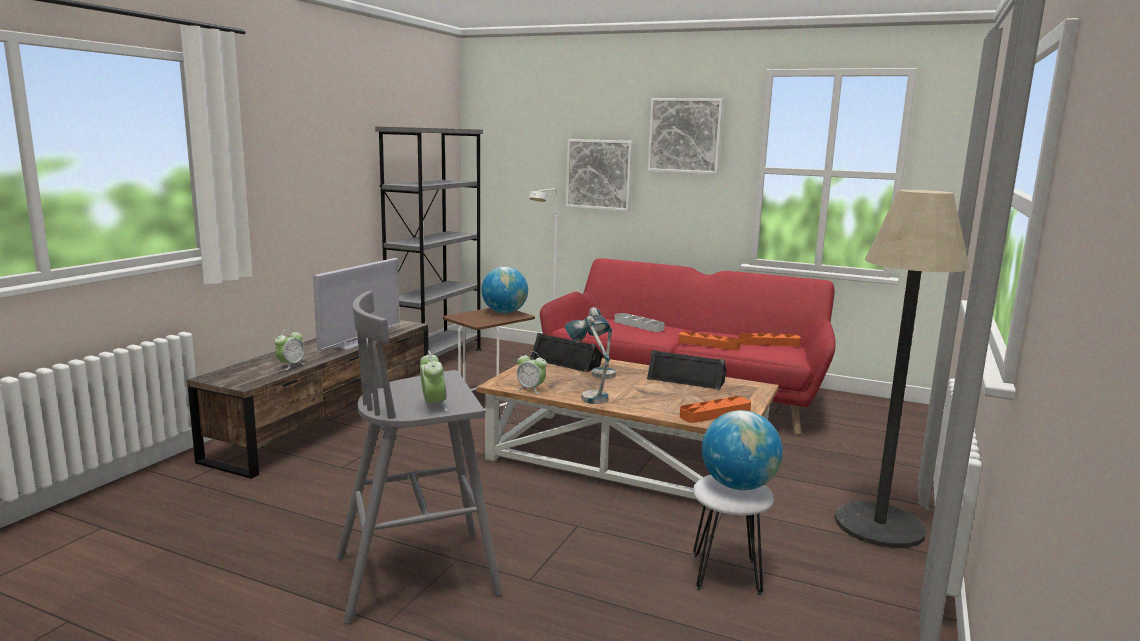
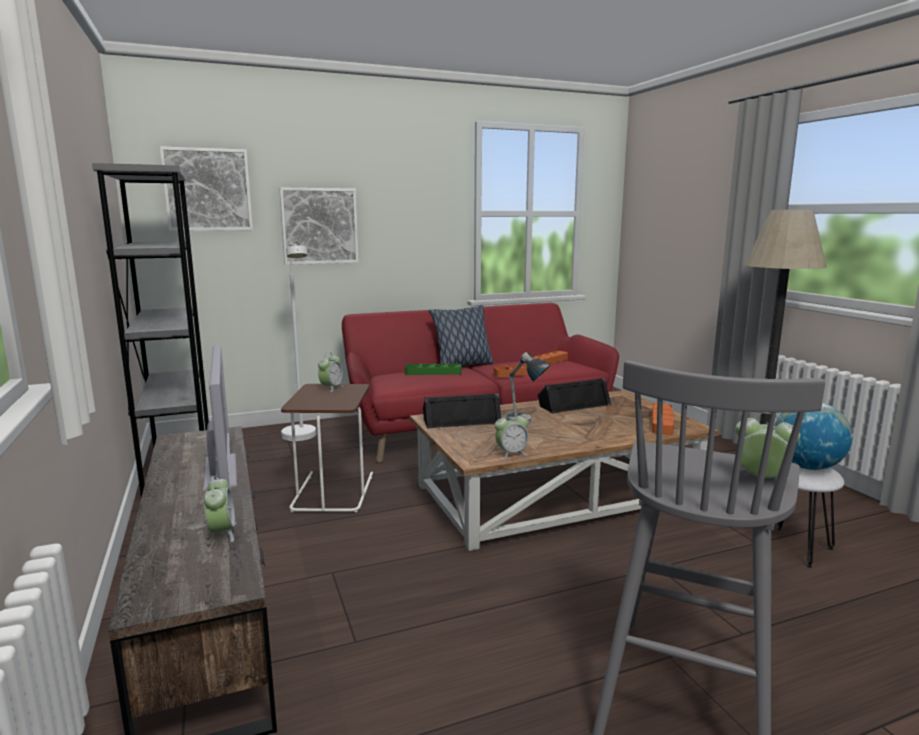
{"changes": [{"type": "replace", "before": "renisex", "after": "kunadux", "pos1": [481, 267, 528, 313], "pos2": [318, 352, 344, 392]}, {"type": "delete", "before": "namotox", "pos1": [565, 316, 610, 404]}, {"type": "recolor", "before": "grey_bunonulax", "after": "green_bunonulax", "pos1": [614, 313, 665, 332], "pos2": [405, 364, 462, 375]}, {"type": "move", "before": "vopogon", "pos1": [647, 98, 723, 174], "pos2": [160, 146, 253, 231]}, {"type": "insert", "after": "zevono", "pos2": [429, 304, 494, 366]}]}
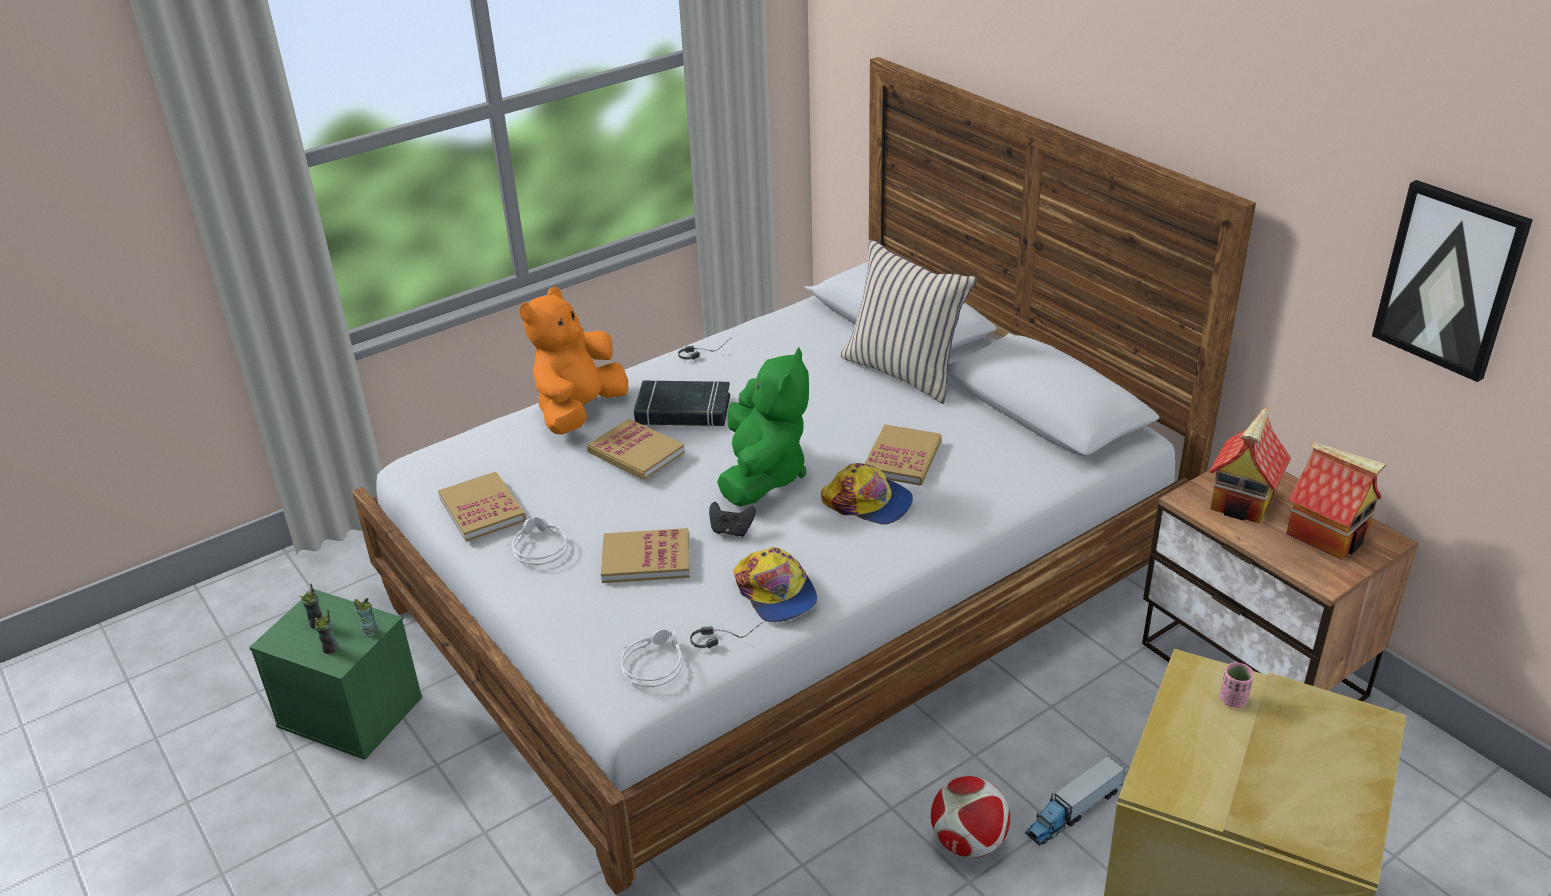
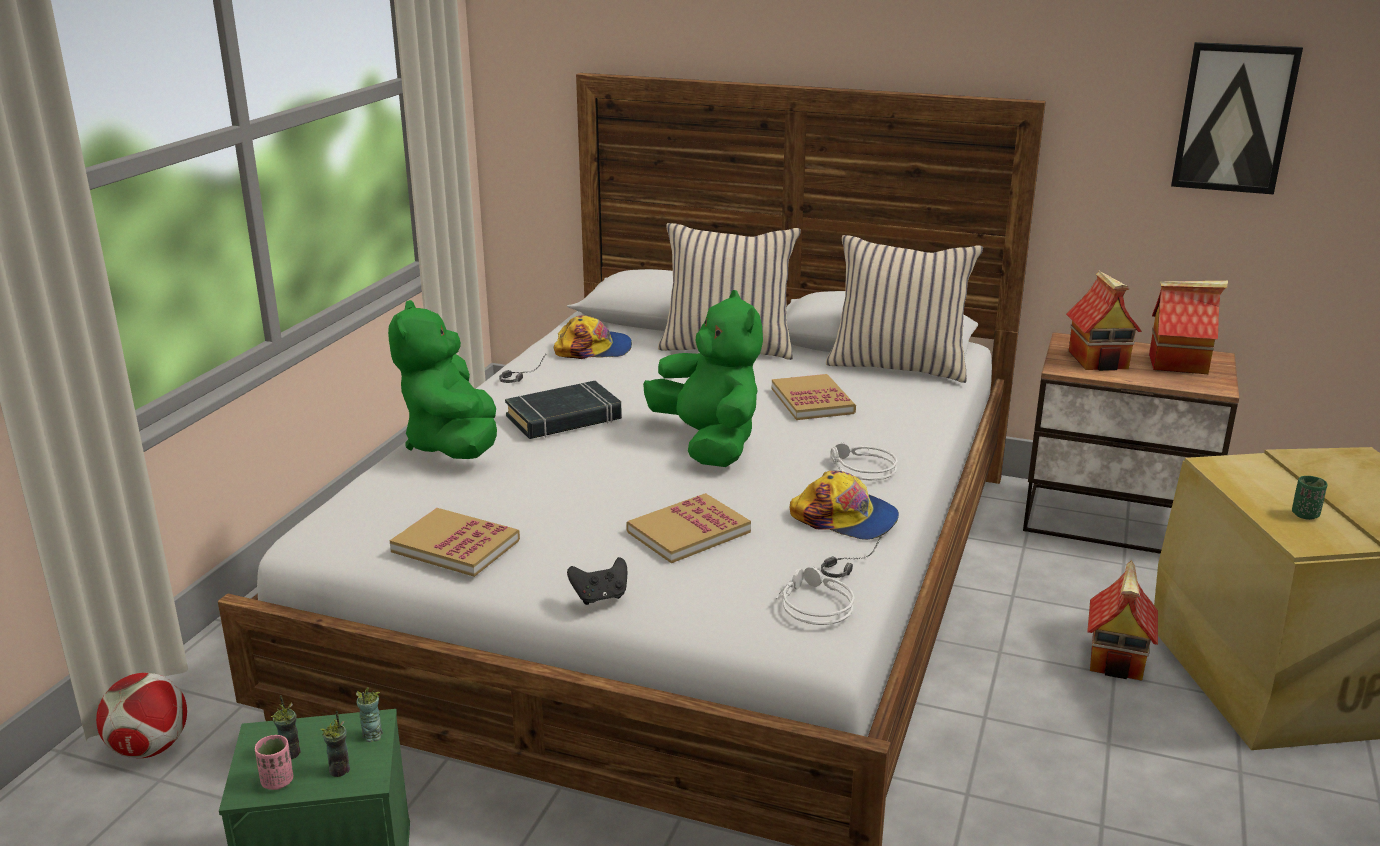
{"changes": [{"type": "move", "before": "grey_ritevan", "pos1": [507, 516, 568, 565], "pos2": [830, 442, 897, 480]}, {"type": "recolor", "before": "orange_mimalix", "after": "green_mimalix", "pos1": [519, 287, 628, 435], "pos2": [388, 300, 497, 459]}, {"type": "delete", "before": "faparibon", "pos1": [587, 419, 685, 480]}, {"type": "move", "before": "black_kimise", "pos1": [709, 502, 756, 537], "pos2": [567, 557, 627, 605]}, {"type": "move", "before": "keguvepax", "pos1": [821, 463, 913, 525], "pos2": [554, 315, 632, 359]}, {"type": "move", "before": "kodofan", "pos1": [931, 776, 1010, 858], "pos2": [96, 673, 187, 758]}, {"type": "replace", "before": "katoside", "after": "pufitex", "pos1": [1025, 755, 1126, 846], "pos2": [1087, 560, 1158, 681]}, {"type": "move", "before": "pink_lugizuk", "pos1": [1220, 662, 1254, 708], "pos2": [255, 735, 293, 790]}, {"type": "insert", "after": "beige_zevono", "pos2": [826, 235, 983, 383]}, {"type": "insert", "after": "green_lugizuk", "pos2": [1292, 476, 1328, 520]}]}
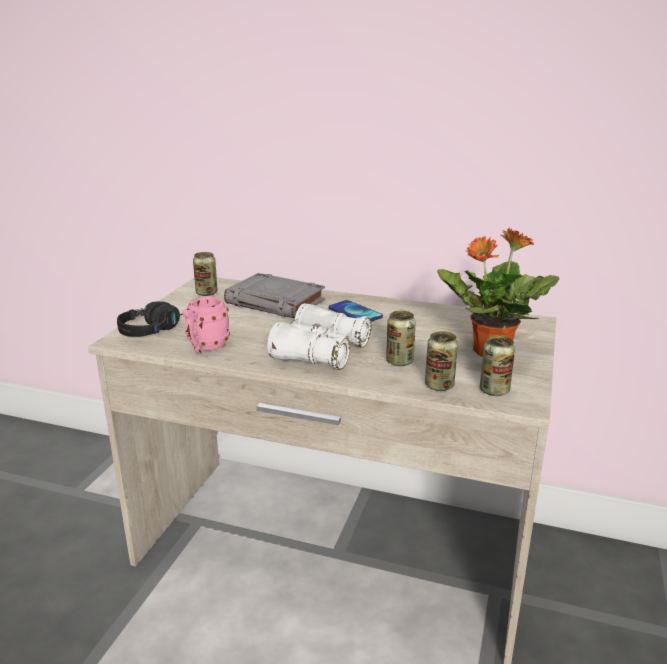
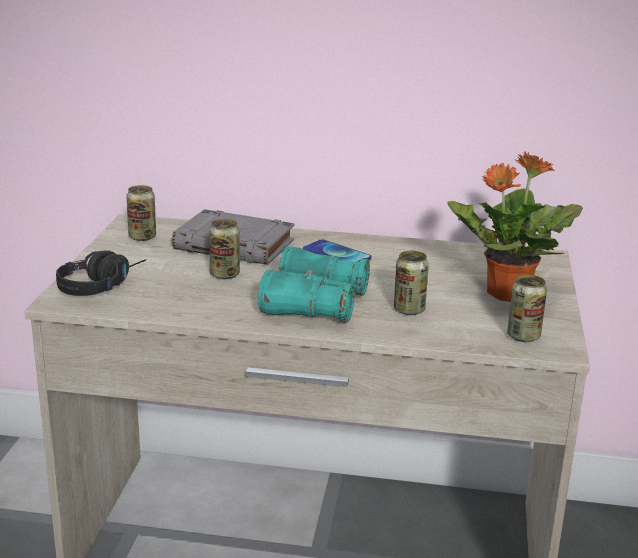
{"changes": [{"type": "delete", "before": "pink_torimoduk", "pos1": [183, 297, 230, 353]}, {"type": "recolor", "before": "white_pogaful", "after": "turquoise_pogaful", "pos1": [267, 303, 371, 370], "pos2": [258, 246, 370, 323]}, {"type": "move", "before": "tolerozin", "pos1": [425, 331, 458, 391], "pos2": [209, 219, 240, 279]}]}
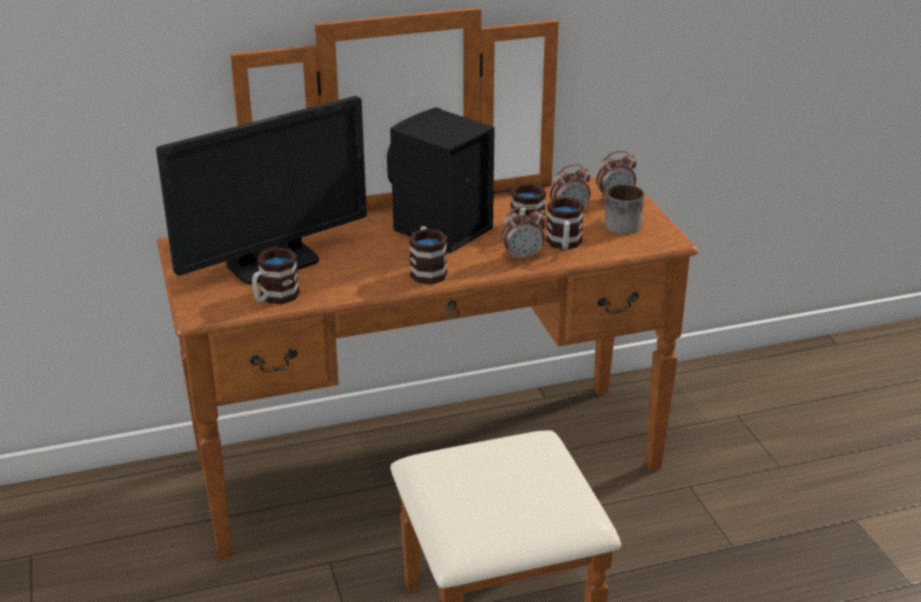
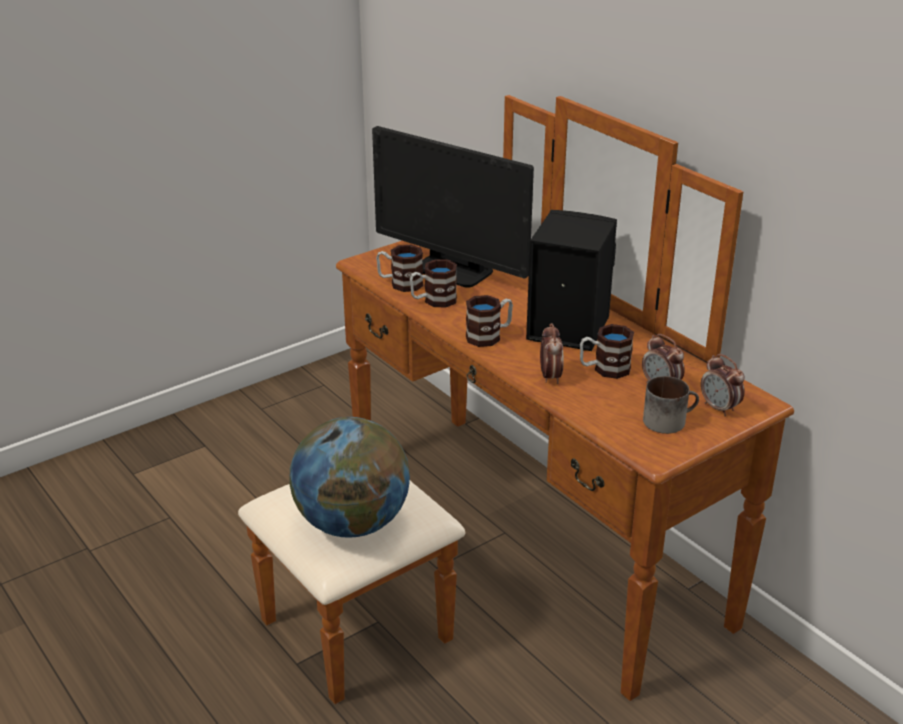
{"changes": [{"type": "rotate", "before": "kunadux", "pos1": [502, 206, 545, 261], "pos2": [540, 323, 564, 384], "turn": -150}, {"type": "move", "before": "torimoduk", "pos1": [546, 197, 584, 250], "pos2": [410, 259, 457, 308]}, {"type": "insert", "after": "renisex", "pos2": [290, 417, 410, 538]}]}
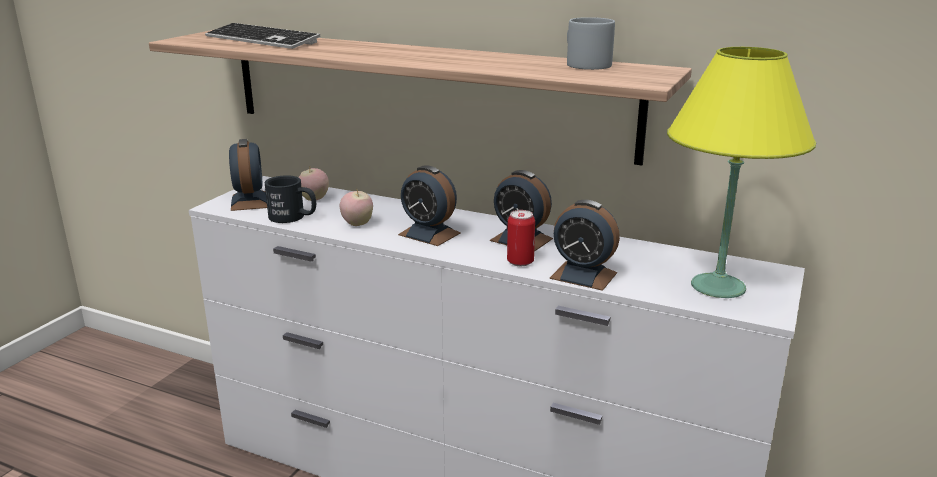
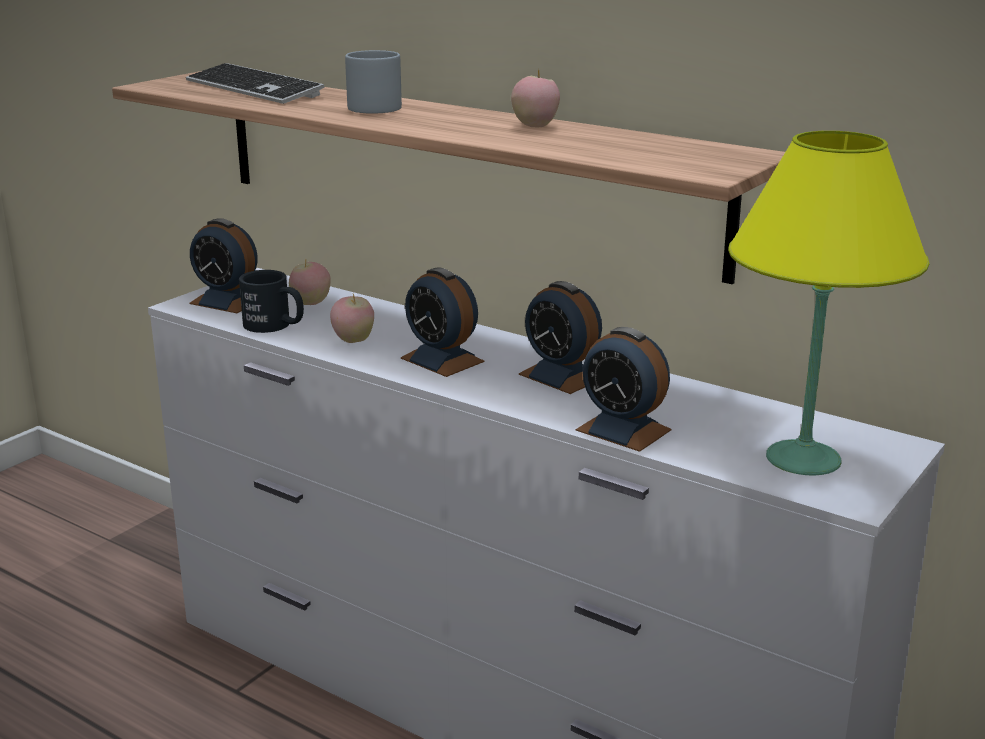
{"changes": [{"type": "rotate", "before": "kunadux", "pos1": [229, 139, 267, 211], "pos2": [189, 218, 258, 313], "turn": 120}, {"type": "delete", "before": "tolerozin", "pos1": [507, 210, 535, 266]}, {"type": "move", "before": "grey_torimoduk", "pos1": [567, 17, 615, 70], "pos2": [345, 50, 402, 114]}, {"type": "insert", "after": "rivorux", "pos2": [511, 69, 560, 127]}]}
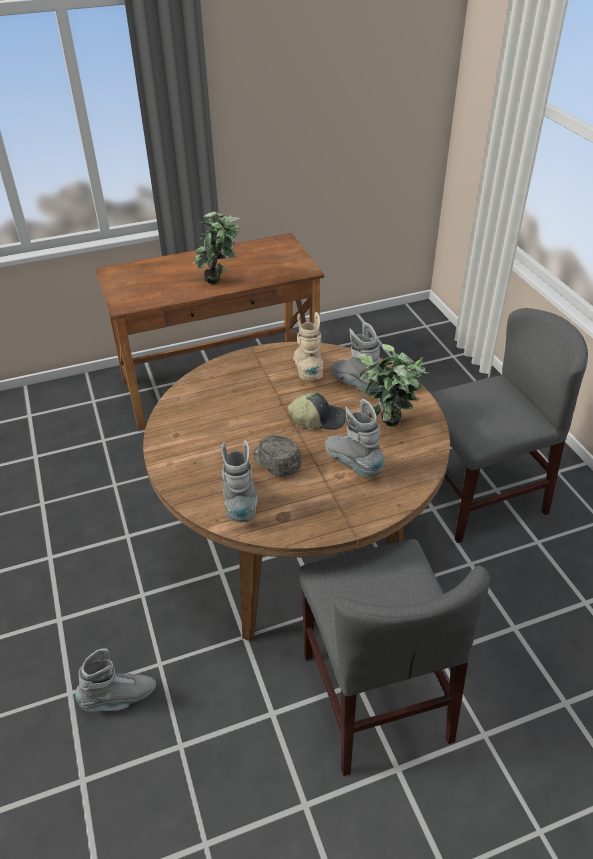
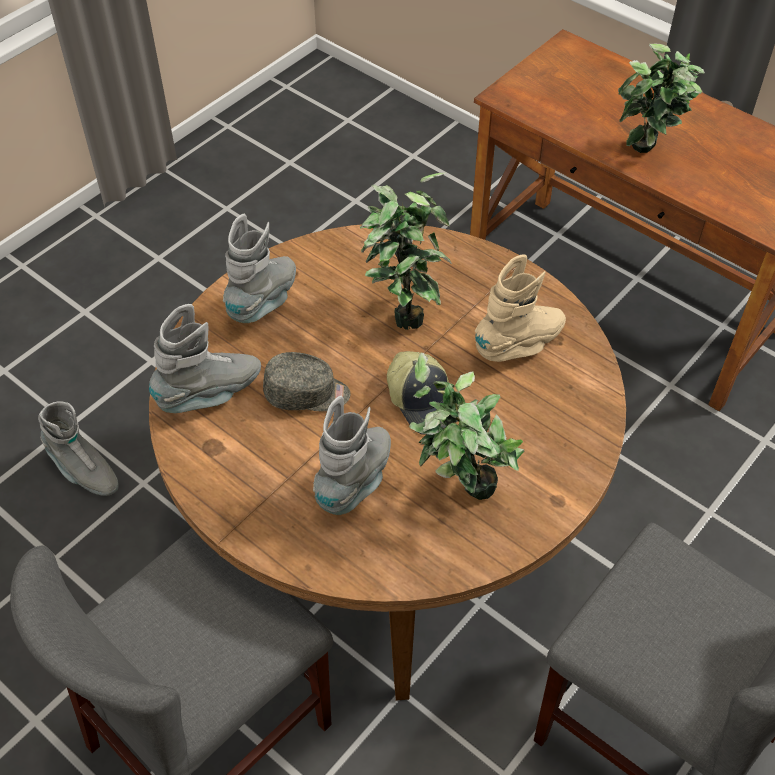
{"changes": [{"type": "rotate", "before": "grey_keguvepax", "pos1": [253, 435, 301, 476], "pos2": [263, 352, 350, 411], "turn": 75}, {"type": "move", "before": "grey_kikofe", "pos1": [331, 322, 381, 392], "pos2": [223, 214, 296, 323]}, {"type": "insert", "after": "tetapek", "pos2": [360, 172, 452, 330]}]}
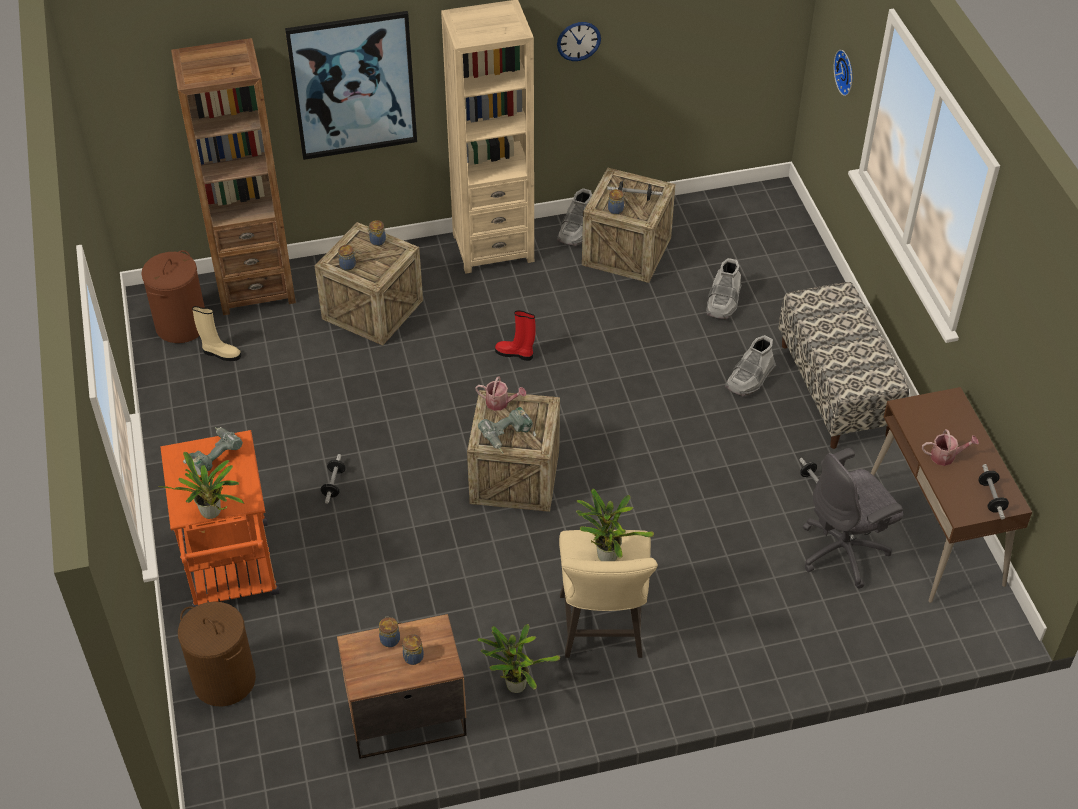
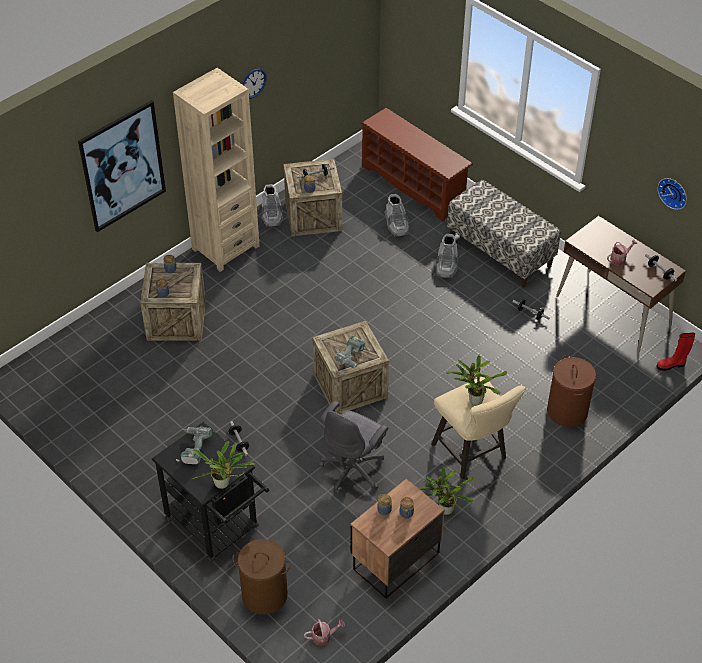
{"changes": [{"type": "move", "before": "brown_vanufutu", "pos1": [141, 250, 205, 343], "pos2": [547, 355, 596, 427]}, {"type": "recolor", "before": "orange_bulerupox", "after": "black_bulerupox", "pos1": [160, 430, 280, 607], "pos2": [152, 422, 269, 563]}, {"type": "delete", "before": "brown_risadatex", "pos1": [171, 38, 296, 315]}, {"type": "delete", "before": "beige_kikofe", "pos1": [192, 306, 241, 361]}, {"type": "move", "before": "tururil", "pos1": [475, 376, 526, 411], "pos2": [304, 619, 345, 646]}, {"type": "move", "before": "red_kikofe", "pos1": [495, 310, 536, 361], "pos2": [656, 333, 695, 371]}, {"type": "move", "before": "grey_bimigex", "pos1": [803, 448, 903, 588], "pos2": [319, 401, 388, 495]}, {"type": "move", "before": "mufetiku", "pos1": [834, 50, 852, 96], "pos2": [657, 178, 687, 210]}, {"type": "insert", "after": "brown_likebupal", "pos2": [361, 108, 473, 222]}]}
